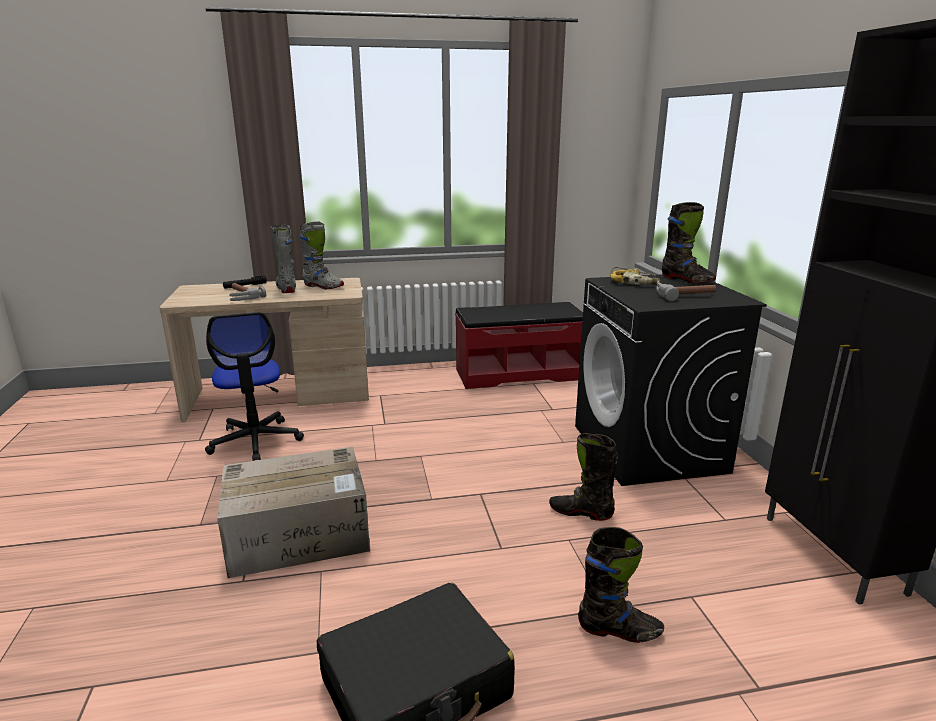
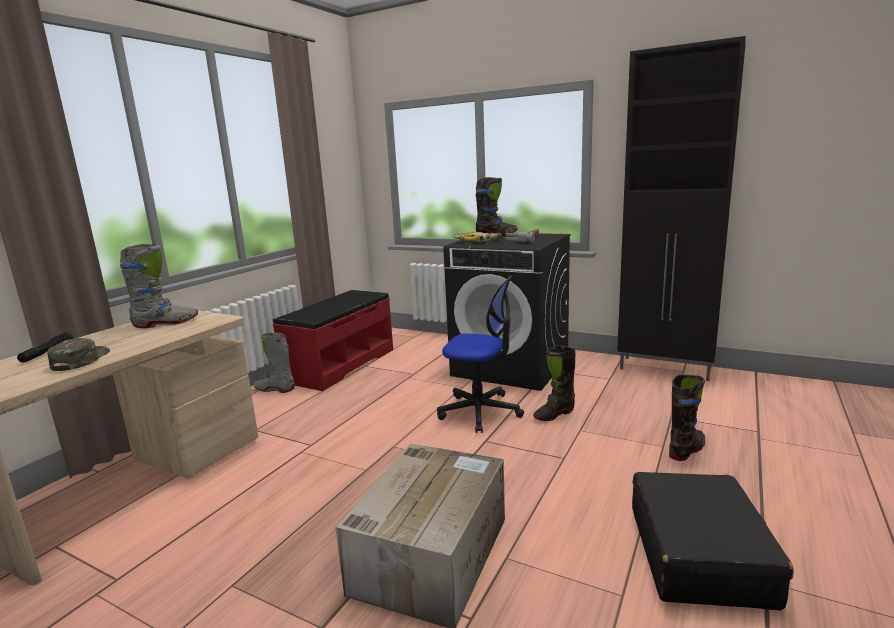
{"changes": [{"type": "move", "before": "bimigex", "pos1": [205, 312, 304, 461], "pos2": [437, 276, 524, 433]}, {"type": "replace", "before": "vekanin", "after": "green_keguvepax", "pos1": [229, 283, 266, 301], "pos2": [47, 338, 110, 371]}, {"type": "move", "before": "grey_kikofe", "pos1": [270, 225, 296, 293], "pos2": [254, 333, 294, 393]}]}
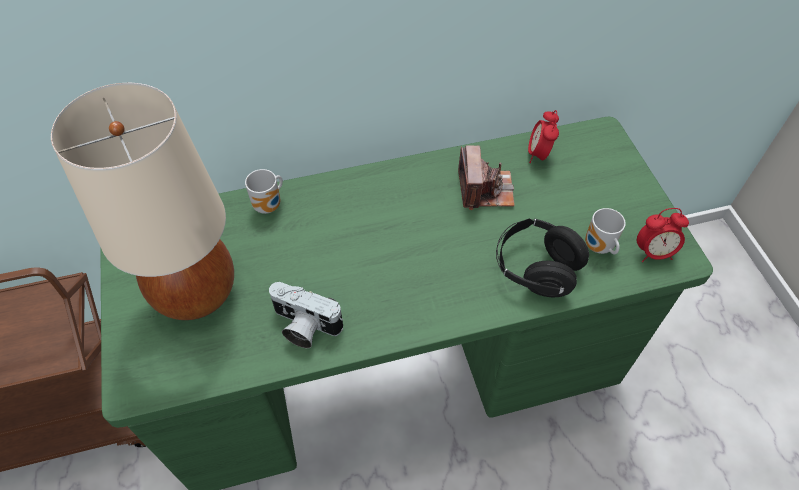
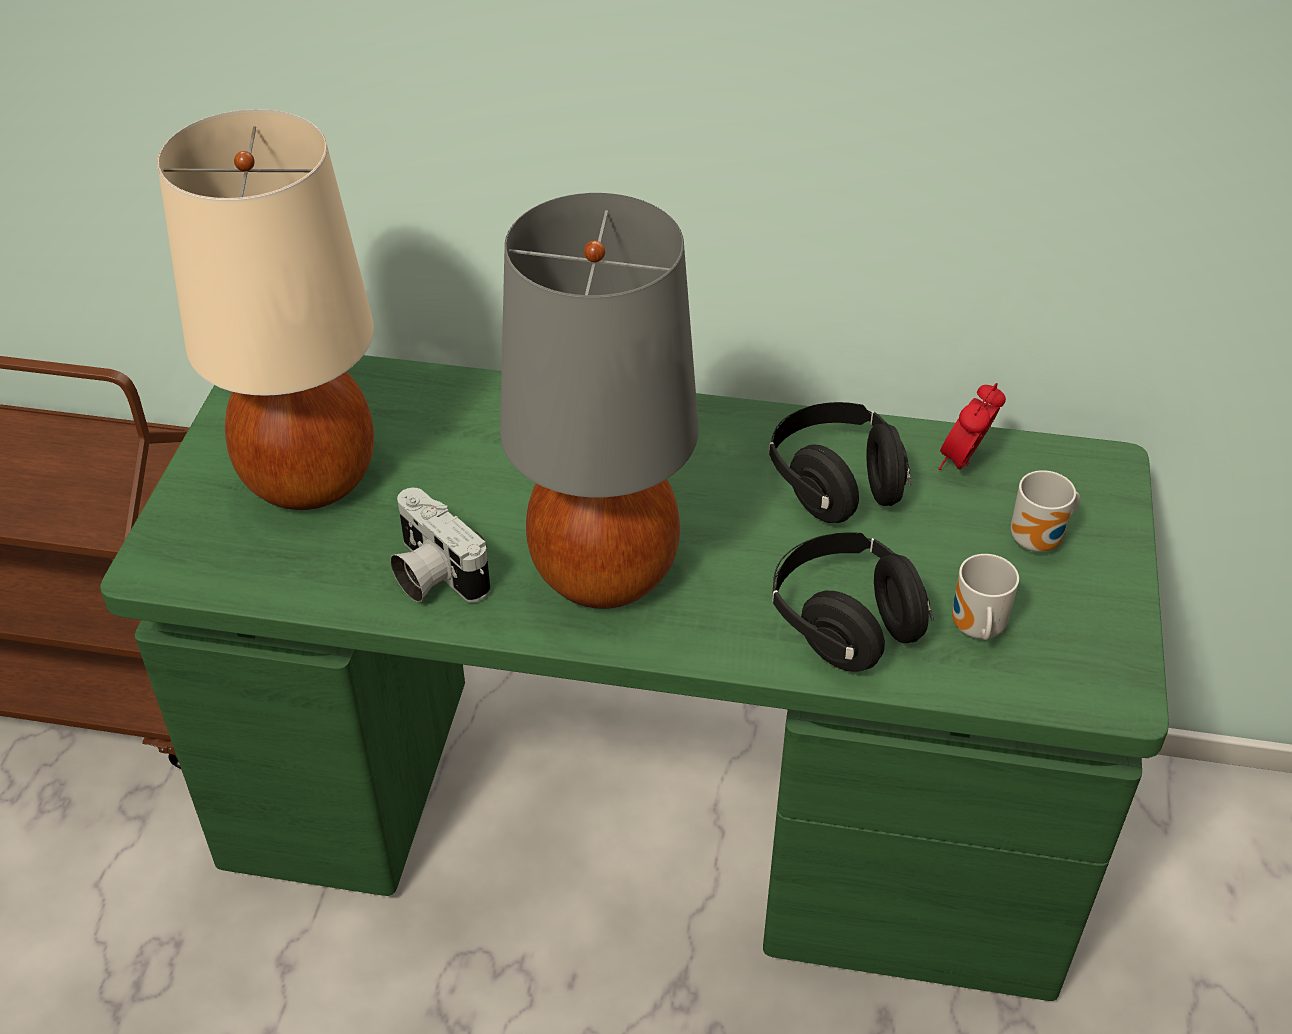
{"changes": [{"type": "move", "before": "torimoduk", "pos1": [245, 169, 283, 214], "pos2": [1011, 470, 1080, 552]}, {"type": "replace", "before": "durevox", "after": "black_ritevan", "pos1": [458, 145, 515, 210], "pos2": [769, 402, 911, 523]}, {"type": "delete", "before": "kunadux", "pos1": [637, 208, 689, 262]}, {"type": "insert", "after": "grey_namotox", "pos2": [500, 193, 699, 609]}]}
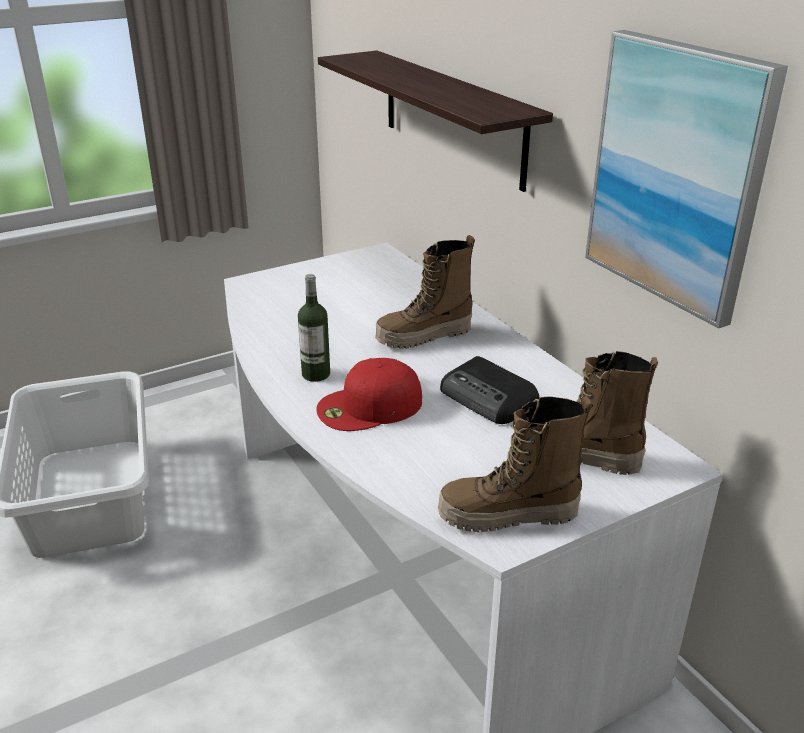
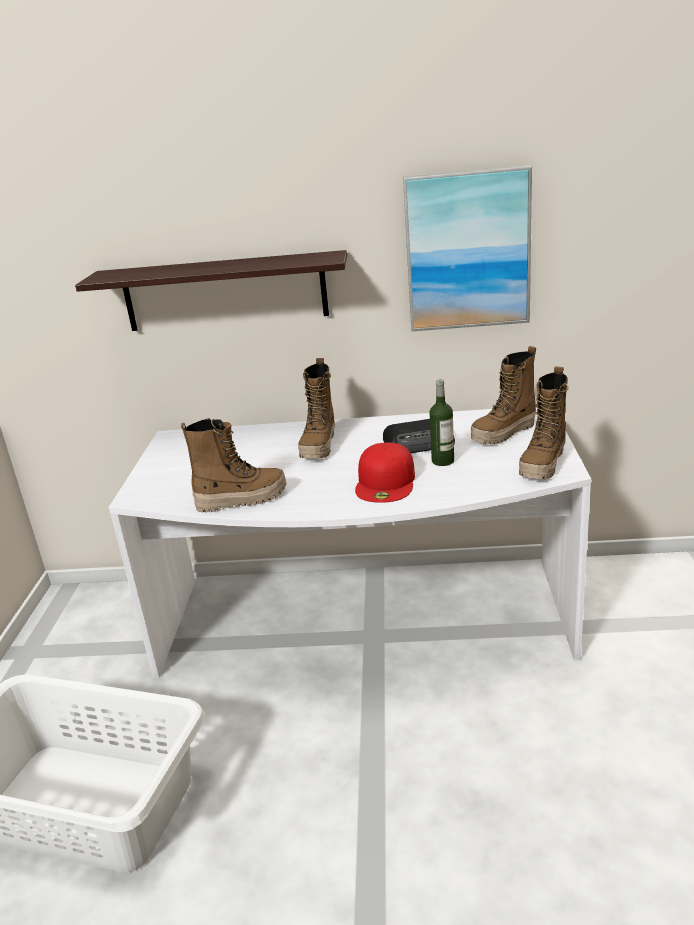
{"changes": [{"type": "move", "before": "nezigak", "pos1": [298, 274, 330, 382], "pos2": [429, 379, 454, 466]}, {"type": "insert", "after": "kikofe", "pos2": [181, 418, 287, 512]}]}
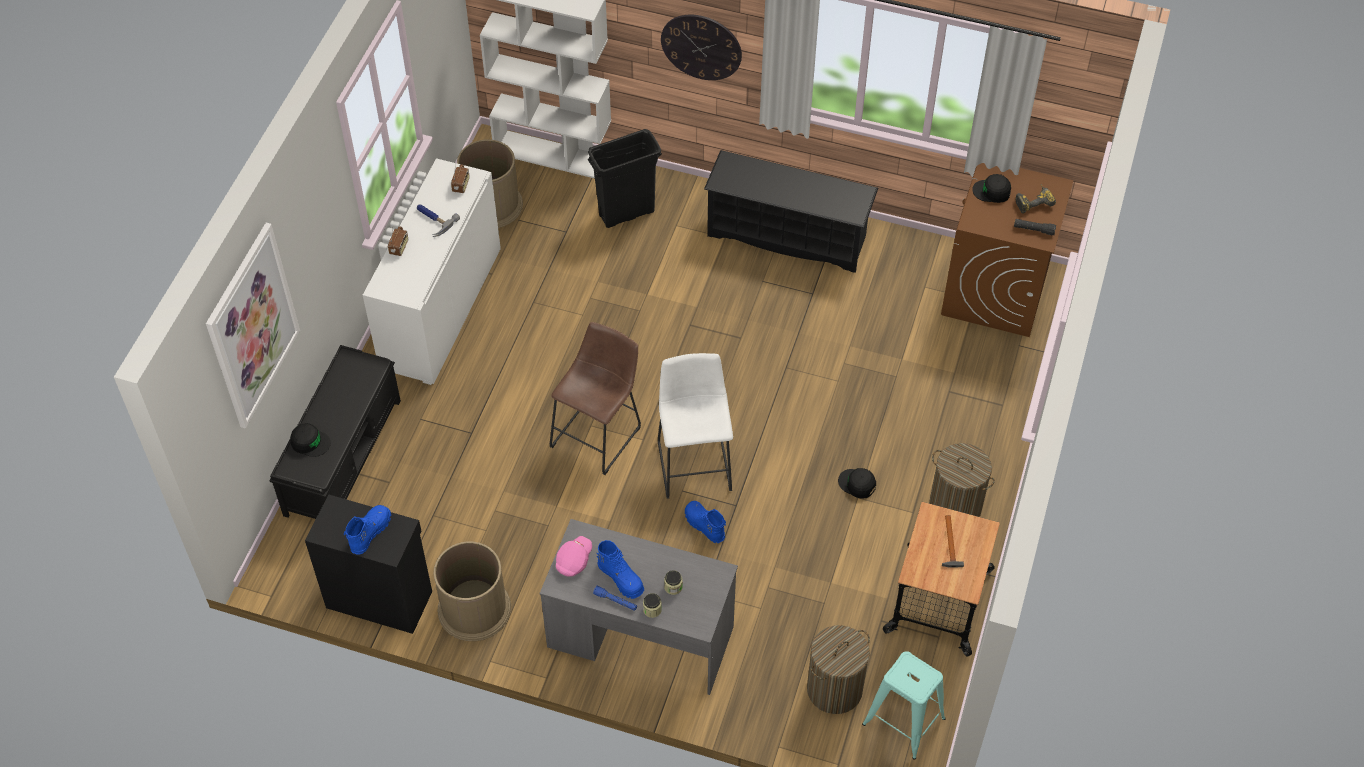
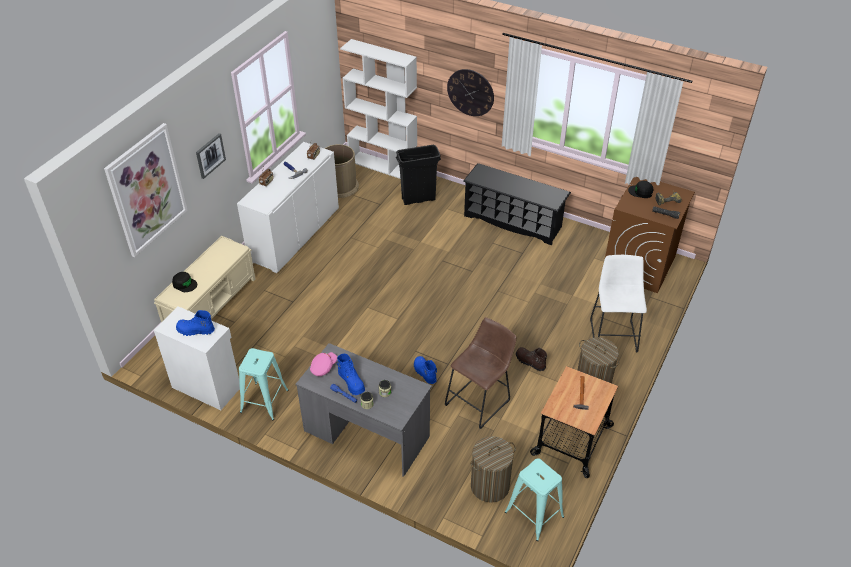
{"changes": [{"type": "recolor", "before": "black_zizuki", "after": "beige_zizuki", "pos1": [269, 345, 401, 519], "pos2": [154, 236, 255, 322]}, {"type": "recolor", "before": "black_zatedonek", "after": "white_zatedonek", "pos1": [305, 494, 432, 634], "pos2": [154, 306, 240, 410]}, {"type": "rotate", "before": "blue_kikofe", "pos1": [344, 505, 391, 555], "pos2": [176, 310, 215, 336], "turn": -120}, {"type": "replace", "before": "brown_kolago", "after": "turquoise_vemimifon", "pos1": [433, 542, 511, 641], "pos2": [239, 348, 288, 421]}, {"type": "move", "before": "brown_vemimifon", "pos1": [550, 322, 641, 475], "pos2": [445, 317, 516, 429]}, {"type": "move", "before": "white_vemimifon", "pos1": [658, 353, 733, 499], "pos2": [590, 255, 647, 353]}, {"type": "replace", "before": "black_keguvepax", "after": "brown_kikofe", "pos1": [838, 468, 876, 499], "pos2": [516, 347, 547, 371]}, {"type": "insert", "after": "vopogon", "pos2": [196, 133, 226, 179]}]}
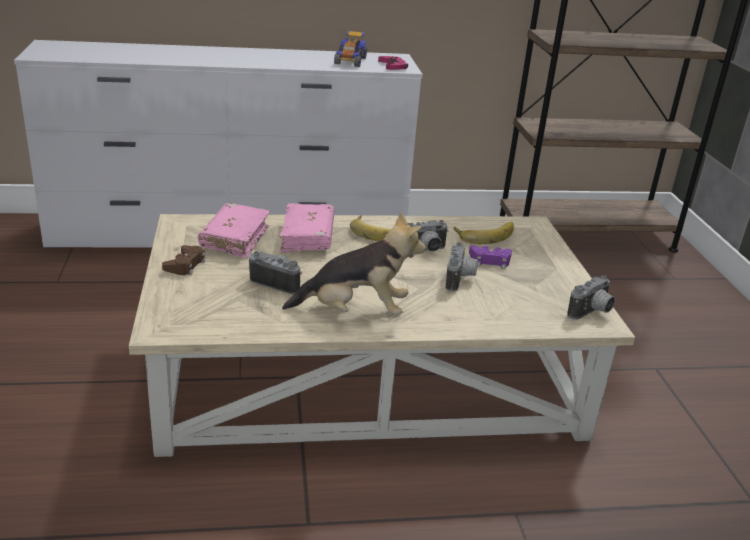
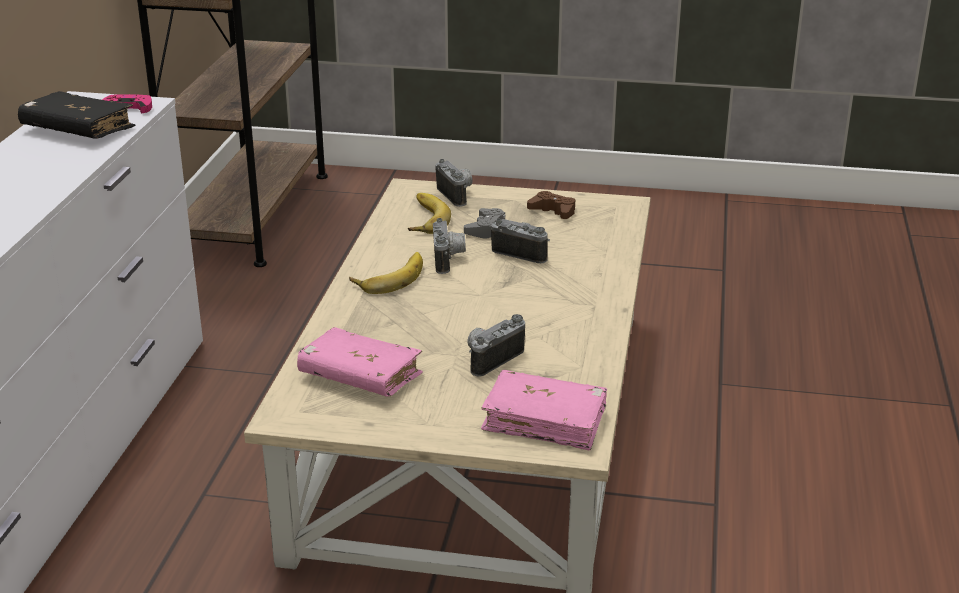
{"changes": [{"type": "move", "before": "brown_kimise", "pos1": [162, 245, 206, 275], "pos2": [527, 191, 575, 219]}, {"type": "move", "before": "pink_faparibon", "pos1": [280, 203, 335, 253], "pos2": [481, 370, 607, 450]}, {"type": "delete", "before": "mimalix", "pos1": [282, 211, 426, 315]}, {"type": "replace", "before": "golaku", "after": "black_faparibon", "pos1": [334, 30, 367, 67], "pos2": [18, 91, 135, 139]}, {"type": "recolor", "before": "purple_kimise", "after": "grey_kimise", "pos1": [469, 245, 512, 269], "pos2": [464, 208, 506, 238]}, {"type": "move", "before": "durevox", "pos1": [567, 275, 615, 320], "pos2": [435, 159, 473, 207]}]}
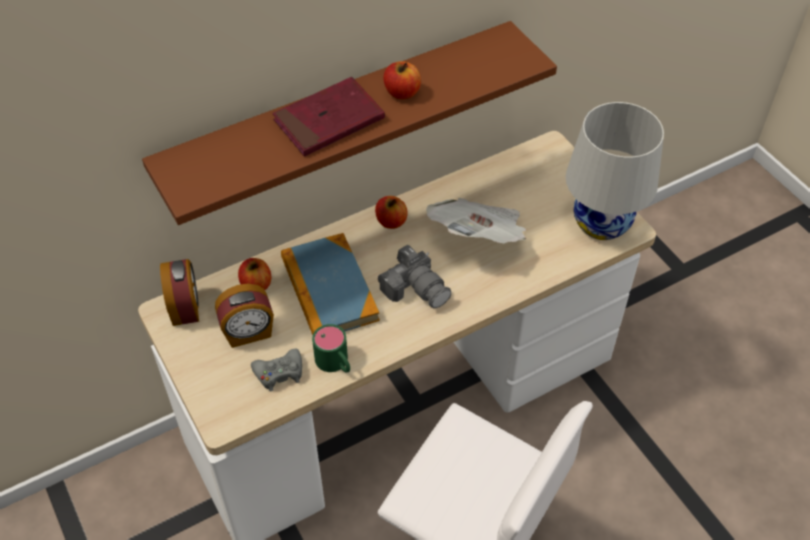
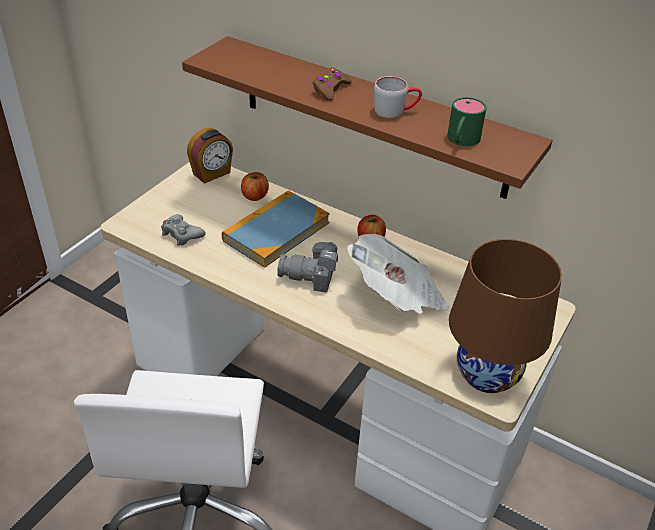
{"changes": [{"type": "delete", "before": "kunadux", "pos1": [215, 284, 274, 348]}, {"type": "replace", "before": "red_faparibon", "after": "brown_kimise", "pos1": [272, 77, 385, 157], "pos2": [312, 67, 352, 101]}, {"type": "move", "before": "green_torimoduk", "pos1": [312, 324, 350, 373], "pos2": [447, 97, 487, 146]}, {"type": "rotate", "before": "durevox", "pos1": [378, 245, 451, 308], "pos2": [277, 240, 338, 293], "turn": 75}, {"type": "replace", "before": "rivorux", "after": "grey_torimoduk", "pos1": [383, 61, 421, 99], "pos2": [374, 76, 422, 118]}, {"type": "recolor", "before": "white_namotox", "after": "brown_namotox", "pos1": [566, 102, 664, 240], "pos2": [449, 239, 562, 393]}]}
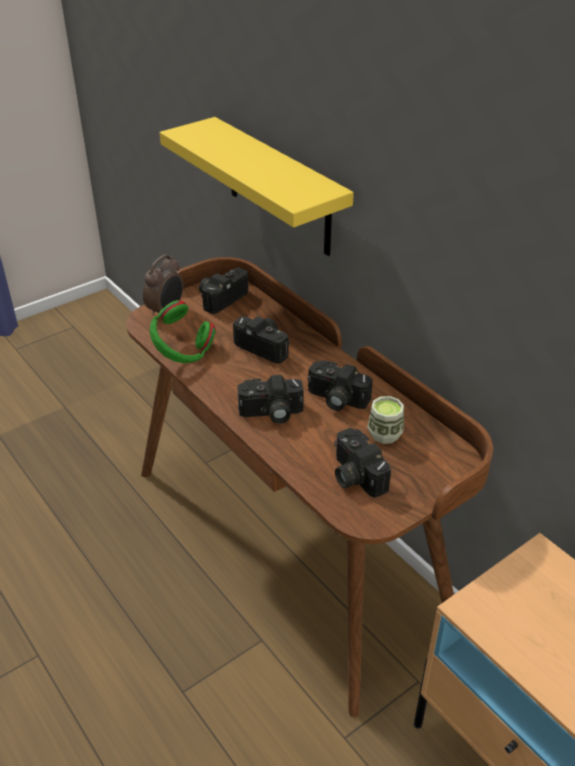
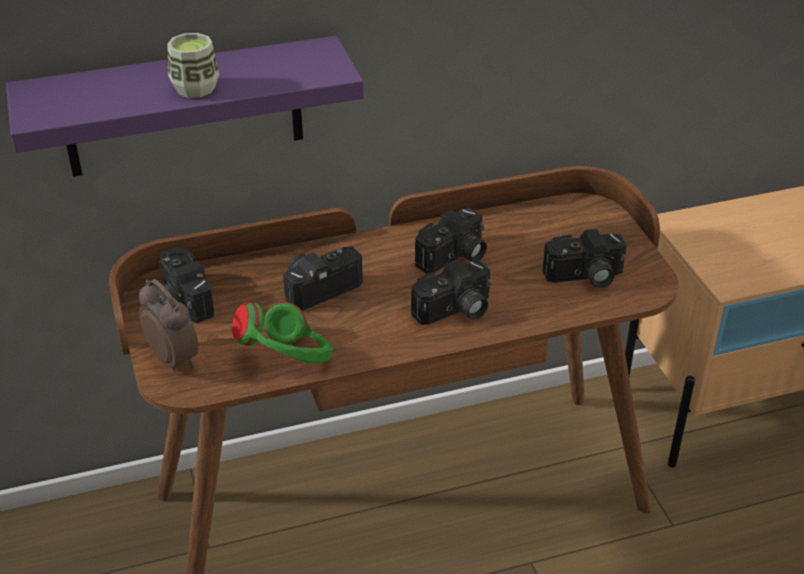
{"changes": [{"type": "recolor", "before": "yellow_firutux", "after": "purple_firutux", "pos1": [160, 117, 354, 256], "pos2": [6, 36, 364, 177]}, {"type": "rotate", "before": "durevox", "pos1": [237, 375, 304, 424], "pos2": [411, 260, 491, 325], "turn": 45}, {"type": "move", "before": "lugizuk", "pos1": [367, 396, 404, 444], "pos2": [167, 33, 219, 98]}]}
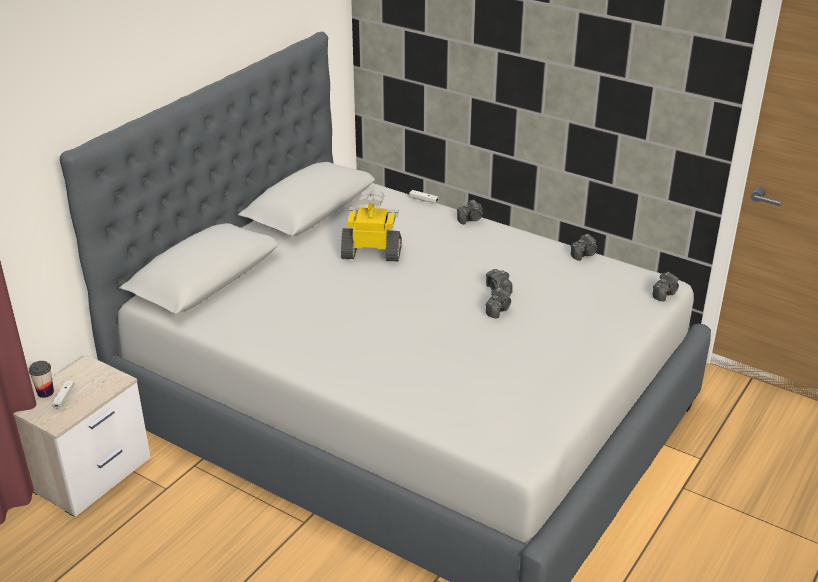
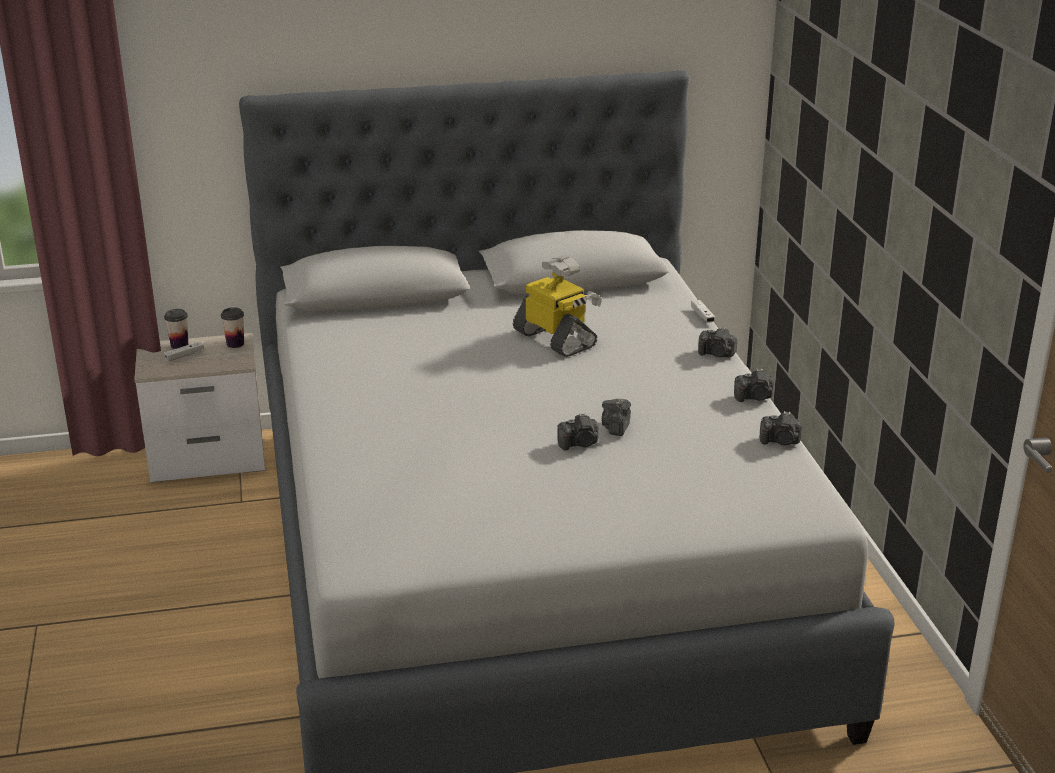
{"changes": [{"type": "move", "before": "durevox", "pos1": [653, 272, 679, 301], "pos2": [734, 368, 774, 402]}, {"type": "insert", "after": "lugizuk", "pos2": [221, 307, 244, 348]}]}
